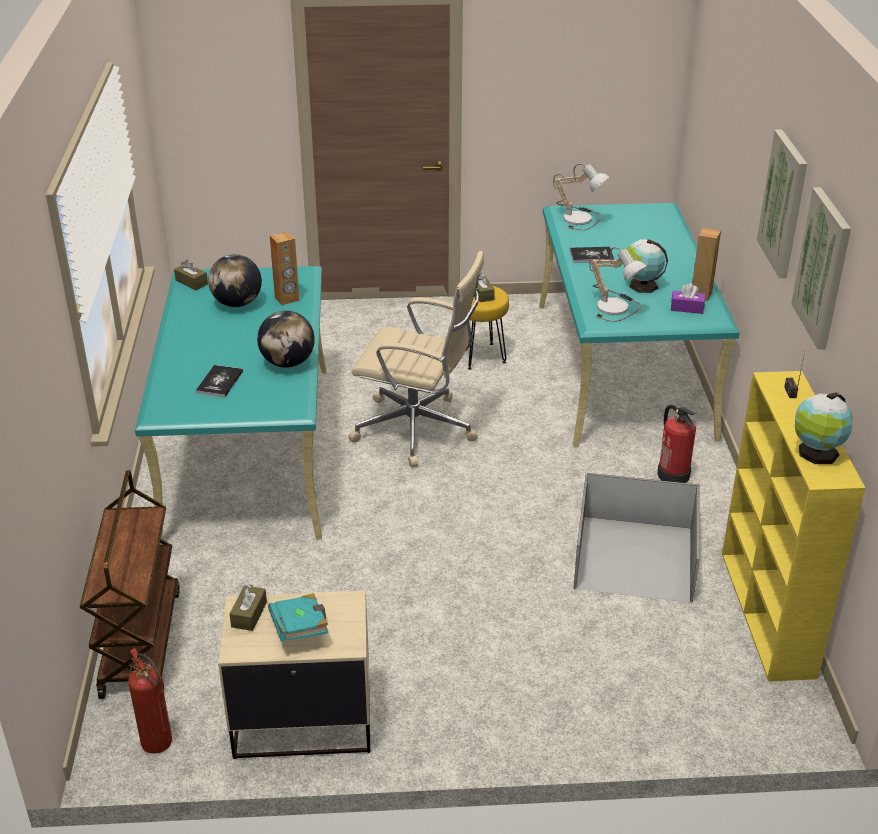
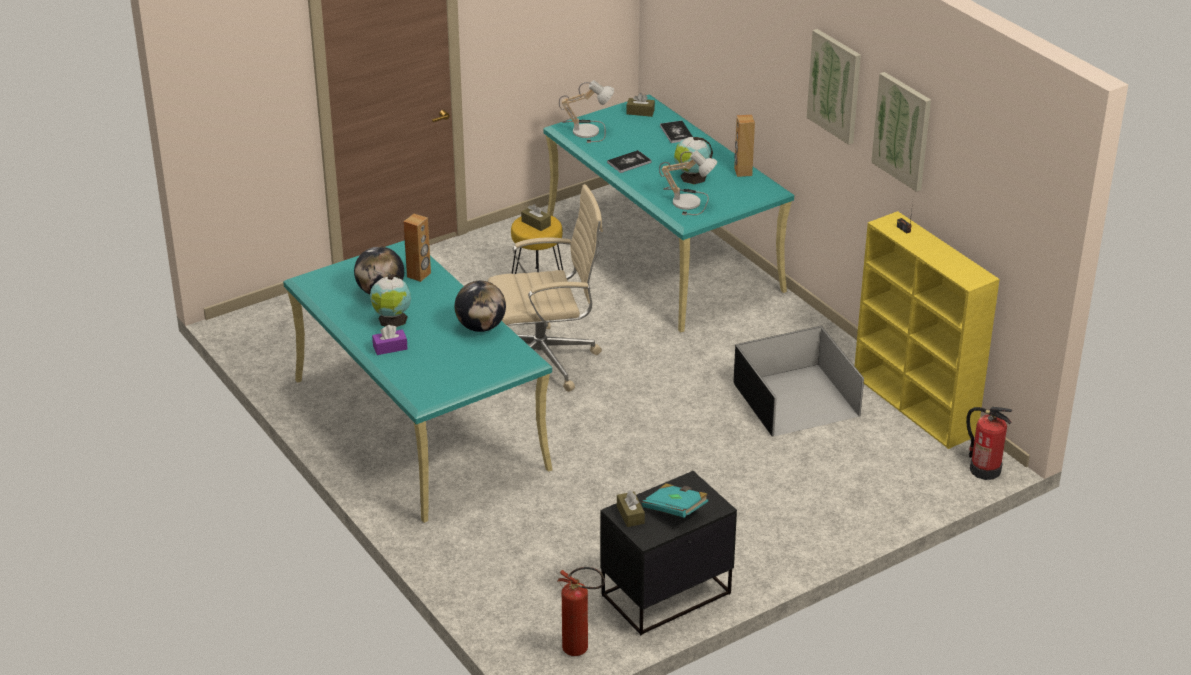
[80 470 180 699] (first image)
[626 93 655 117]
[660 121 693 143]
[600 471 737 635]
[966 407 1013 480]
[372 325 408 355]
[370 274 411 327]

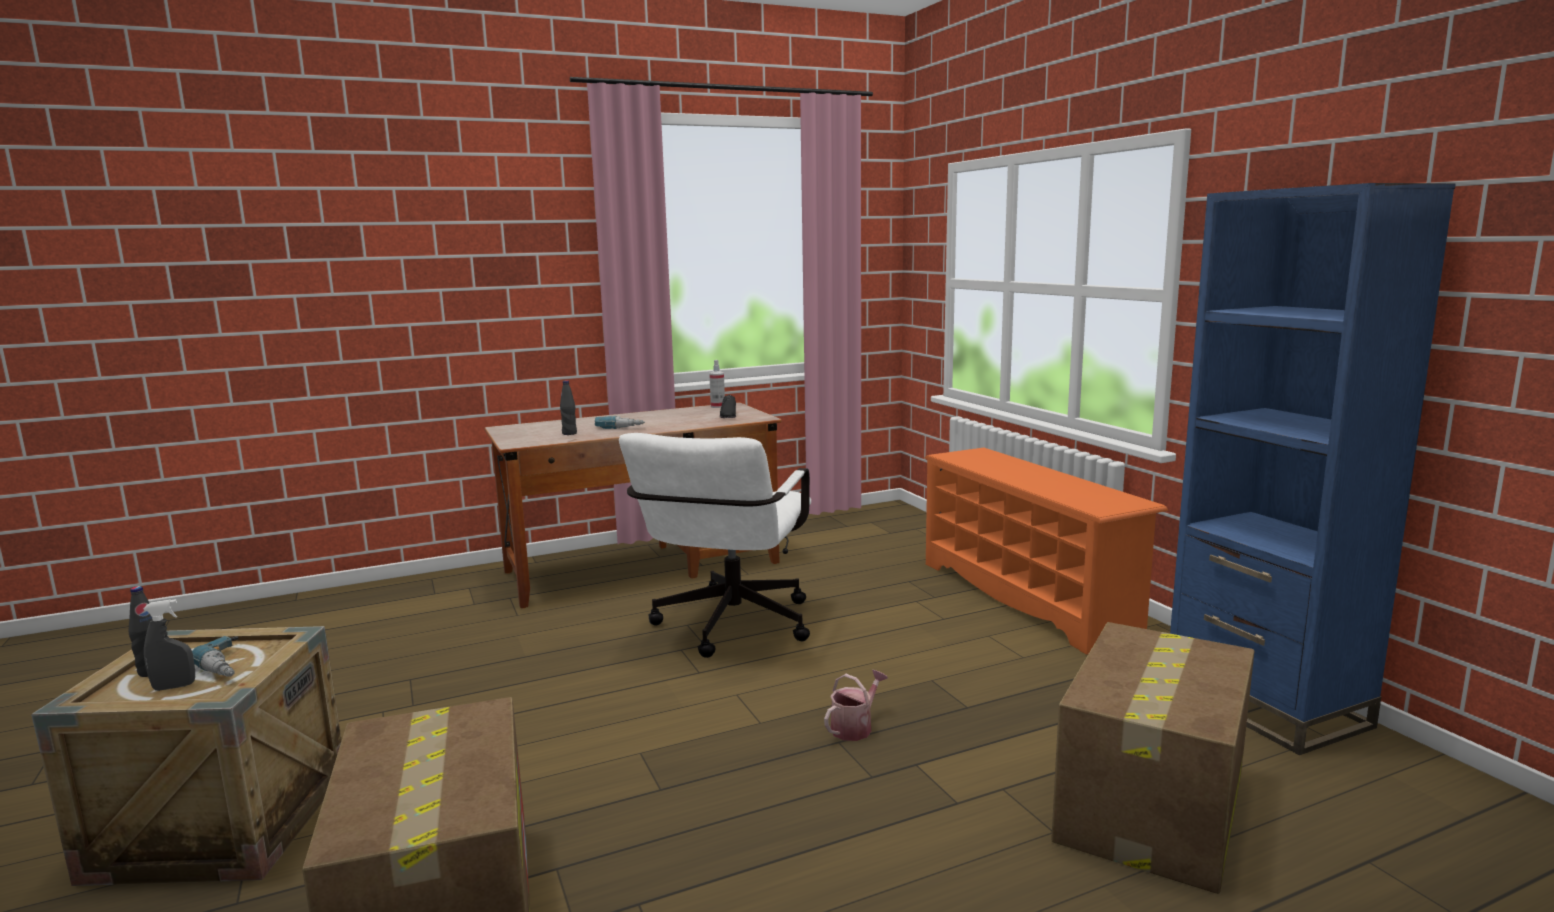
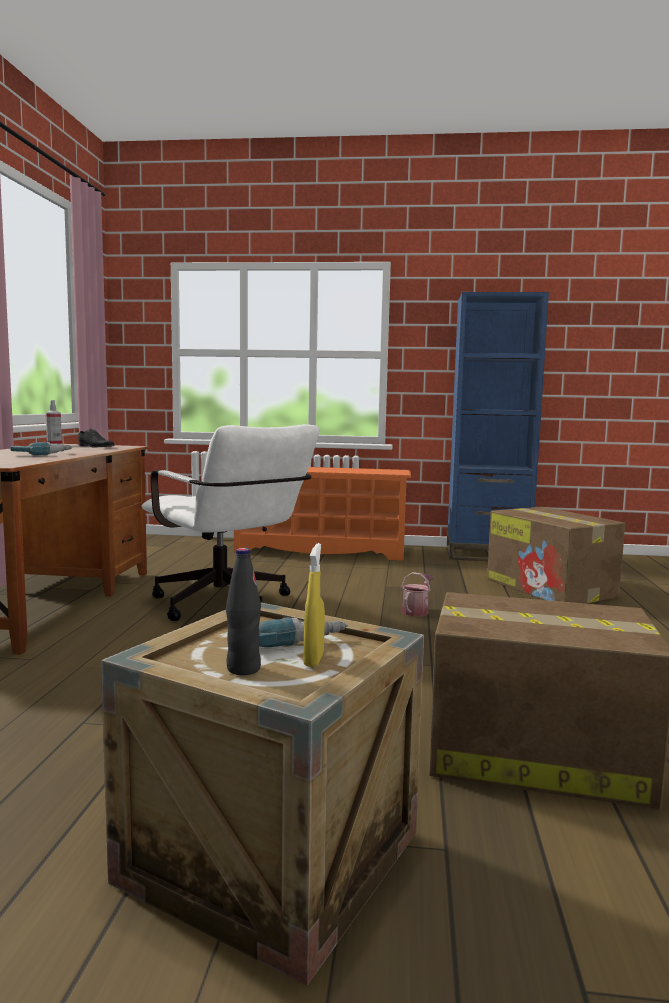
[303 543 325 667]
[560 381 577 435] (first image)
[402 572 433 616]

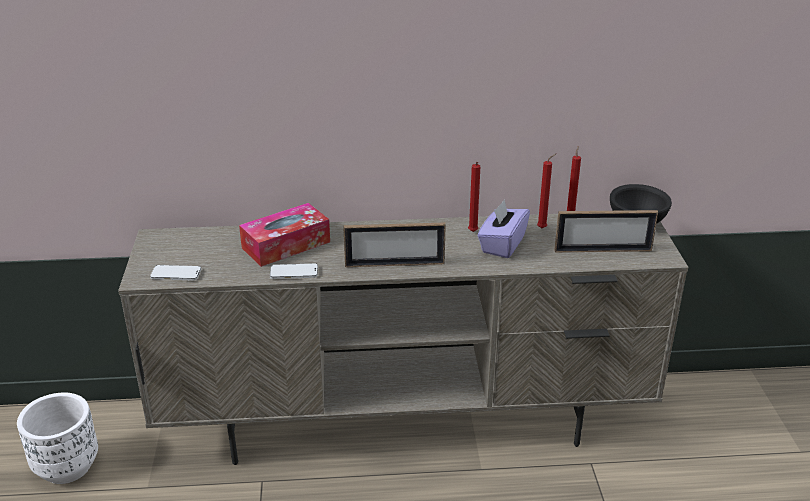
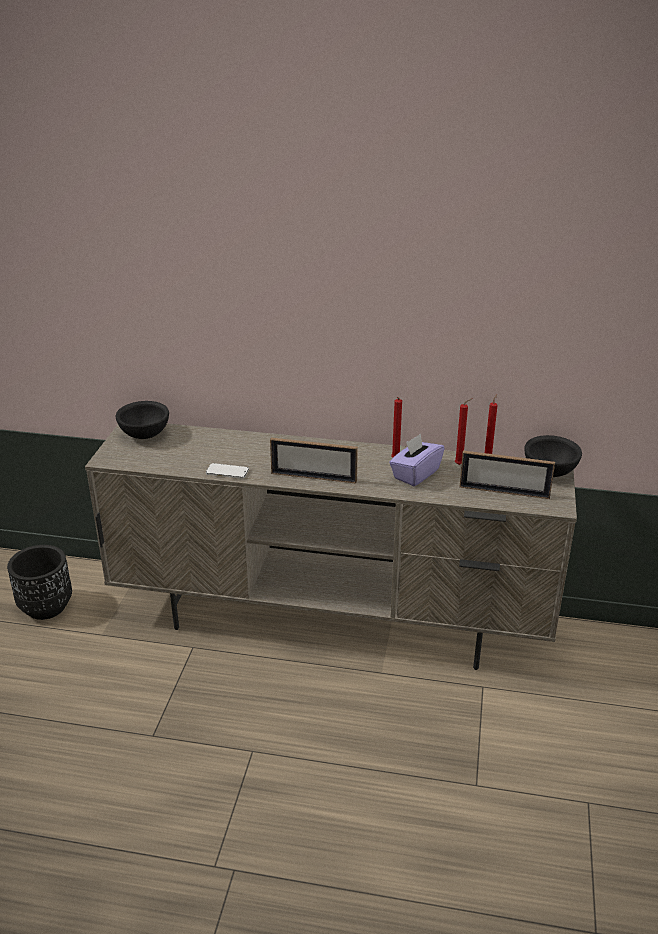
[7 545 72 620]
[150 265 201 280] (first image)
[239 203 330 267] (first image)
[116 401 169 439]

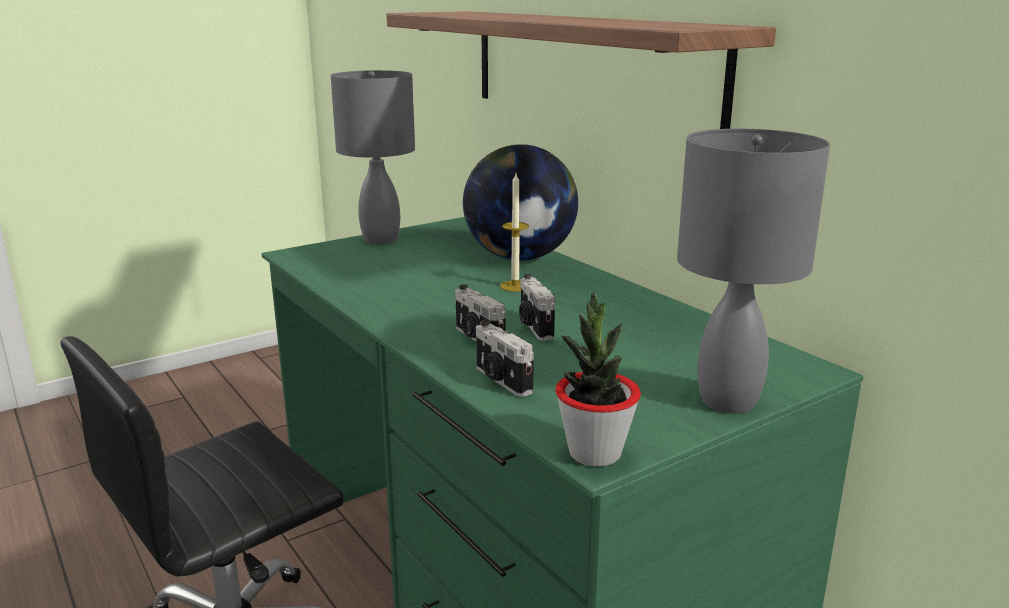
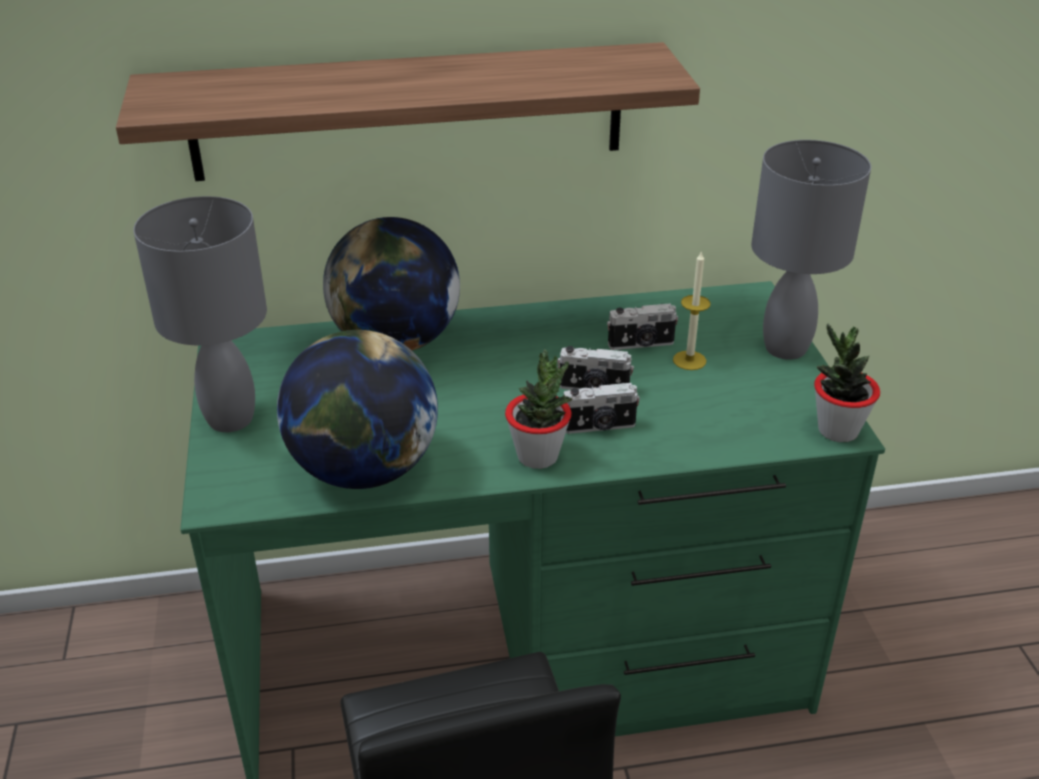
[607 303 678 350]
[673 250 711 370]
[277 330 438 489]
[505 349 572 469]

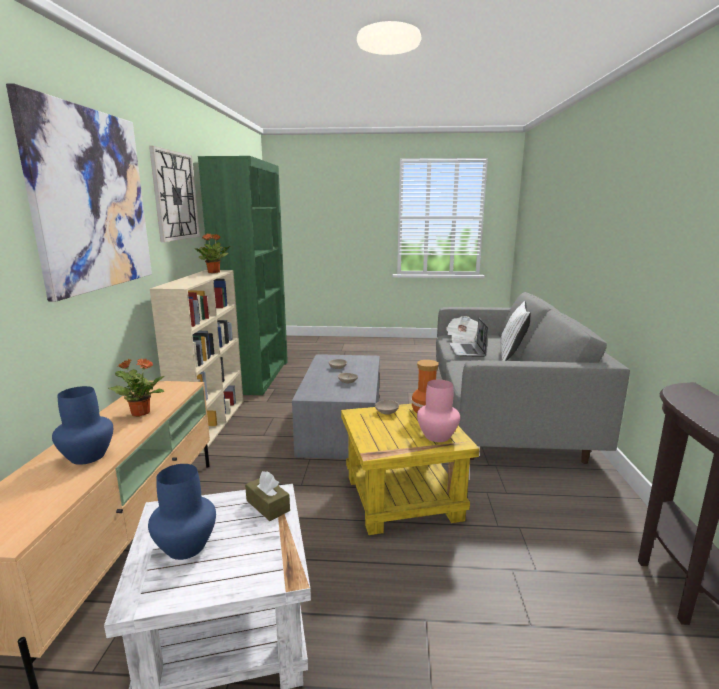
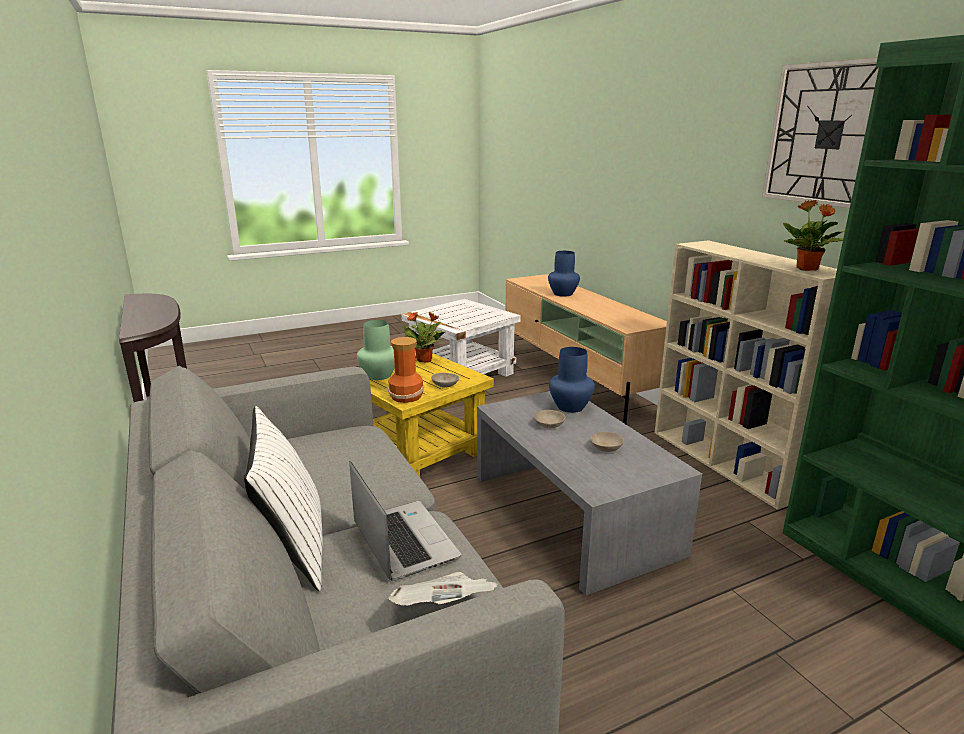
[6 83 152 302] (first image)
[402 312 445 363]
[549 347 595 413]
[245 471 290 521] (first image)
[357 320 395 380]

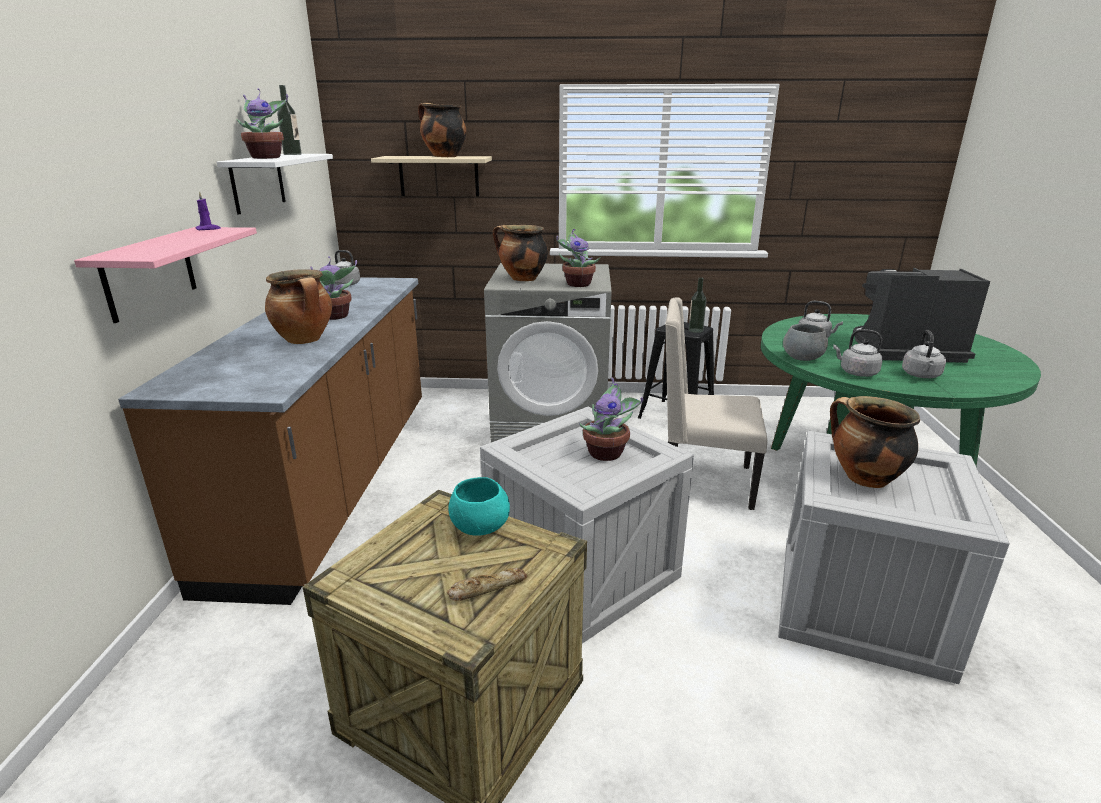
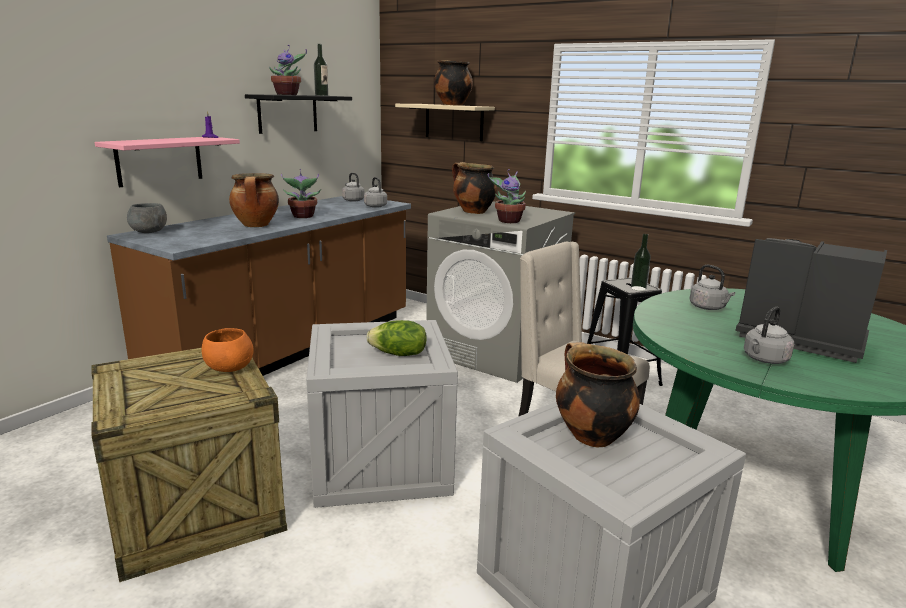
[245 94 352 134]
[447 568 527 601] (first image)
[201 328 254 372]
[367 320 427 356]
[127 203 167 233]
[364 177 387 208]

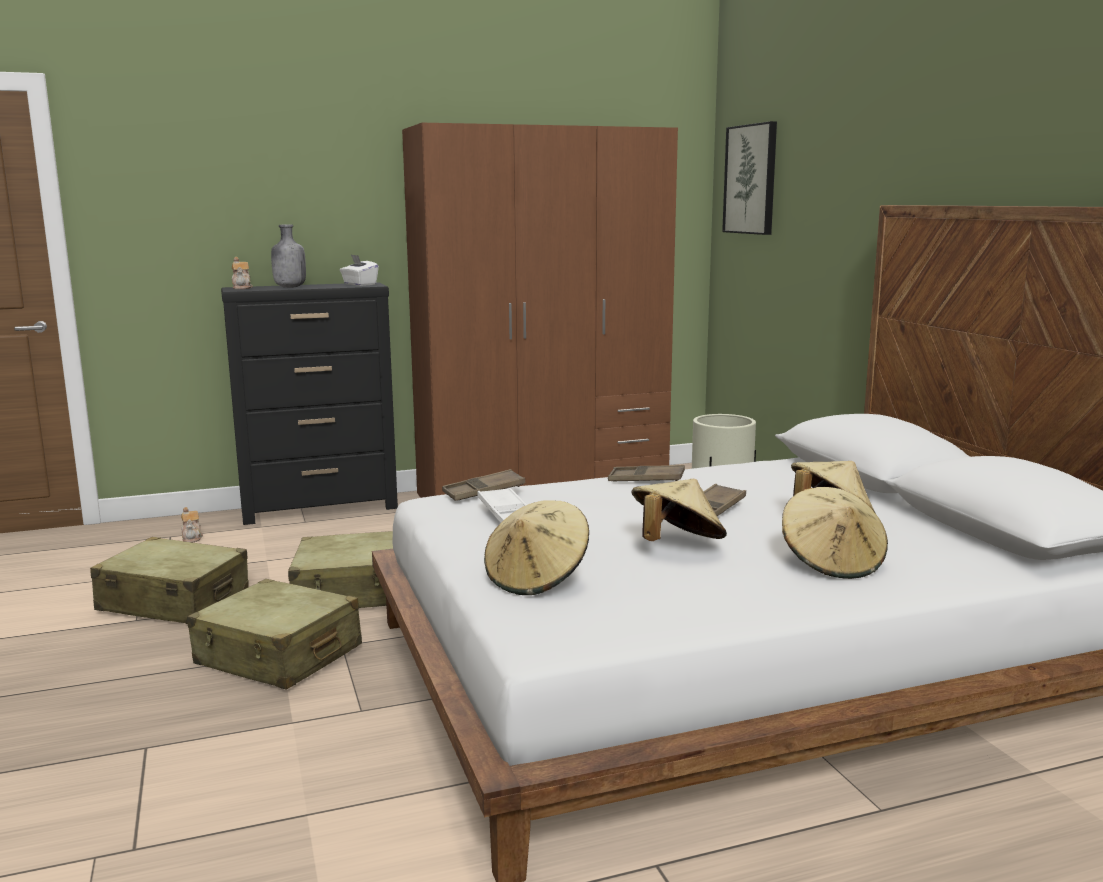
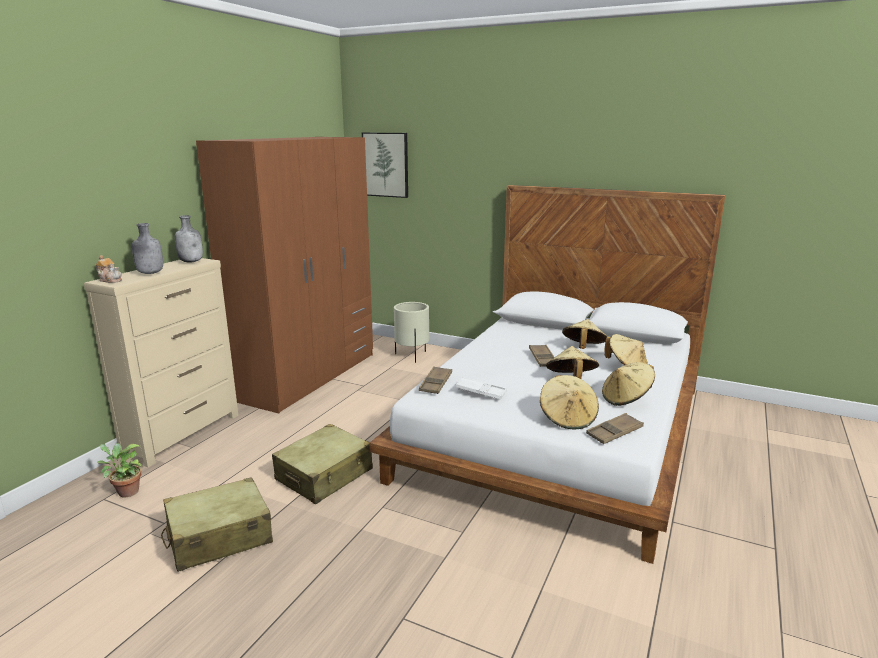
[97 443 142 497]
[187 579 362 690] (first image)
[84 258 238 467]
[175 215 203 263]
[586 413 644 444]
[602 362 655 406]

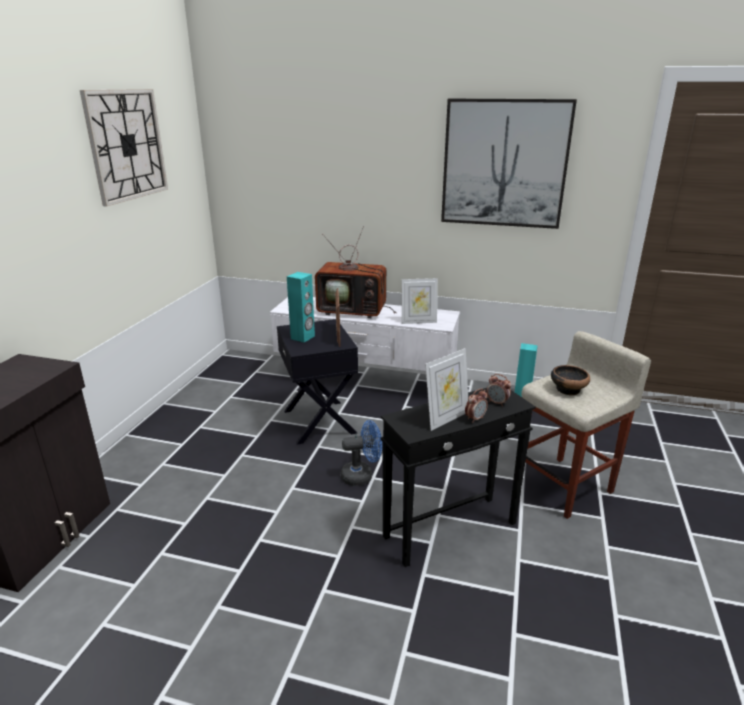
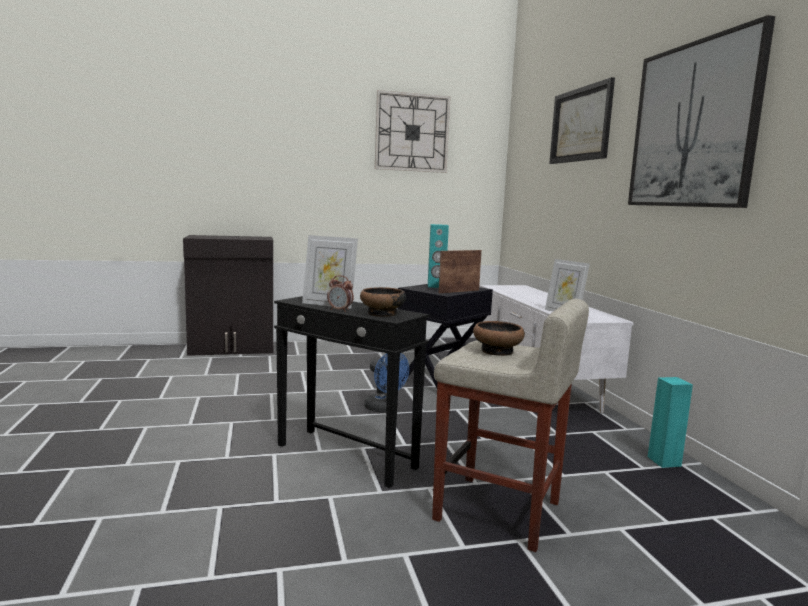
[315 226 397 318] (first image)
[360 287 406 317]
[549 77 615 164]

